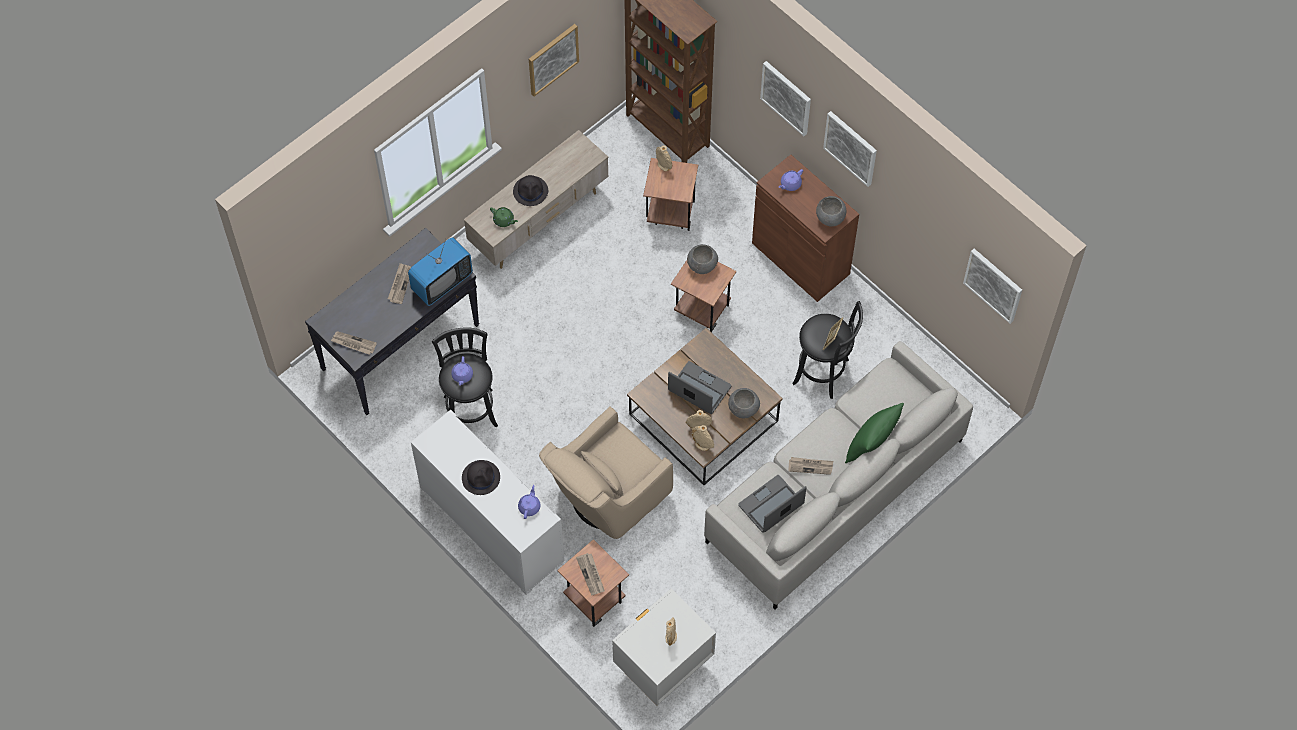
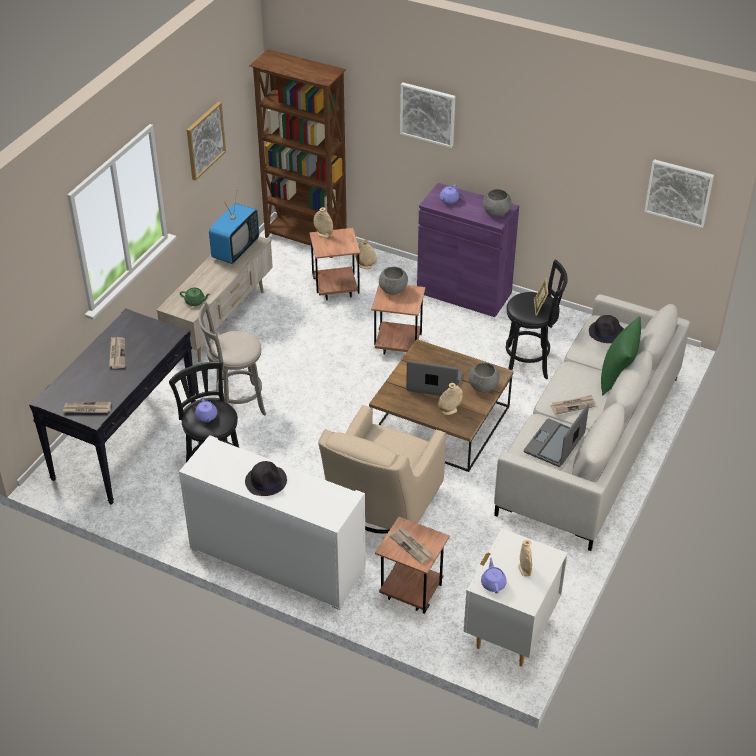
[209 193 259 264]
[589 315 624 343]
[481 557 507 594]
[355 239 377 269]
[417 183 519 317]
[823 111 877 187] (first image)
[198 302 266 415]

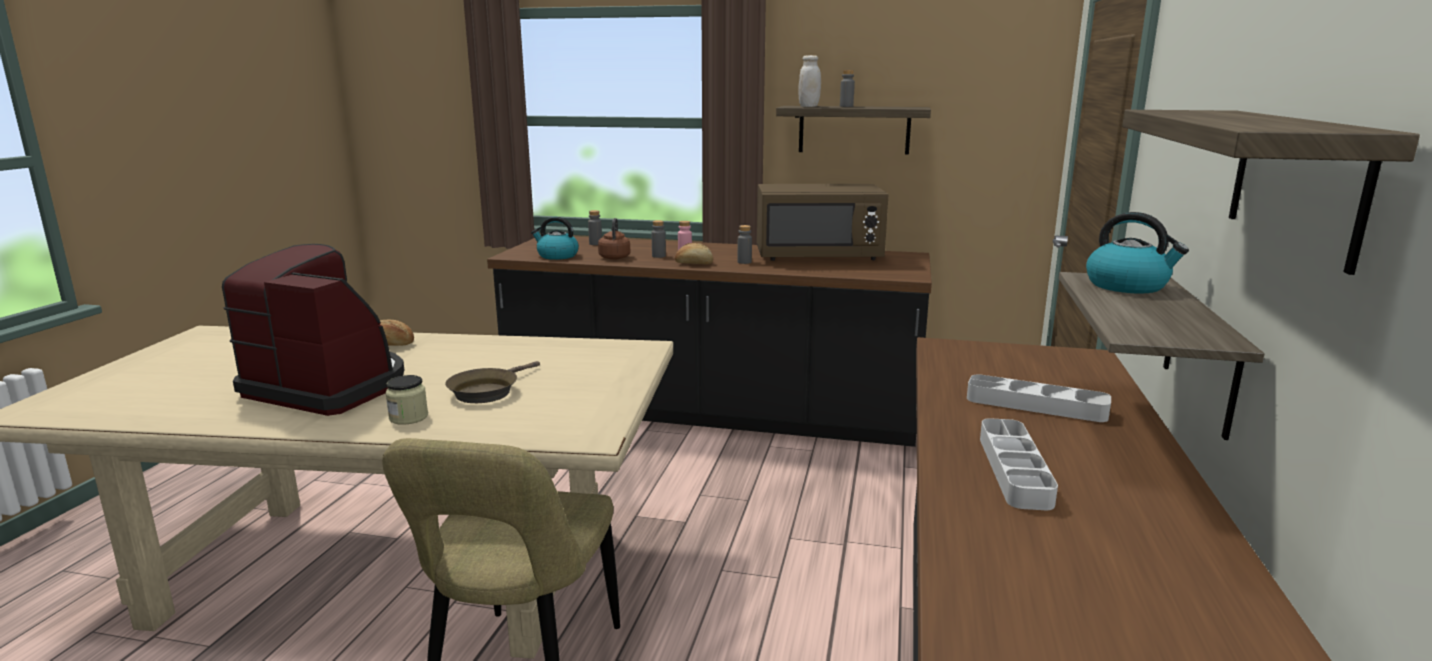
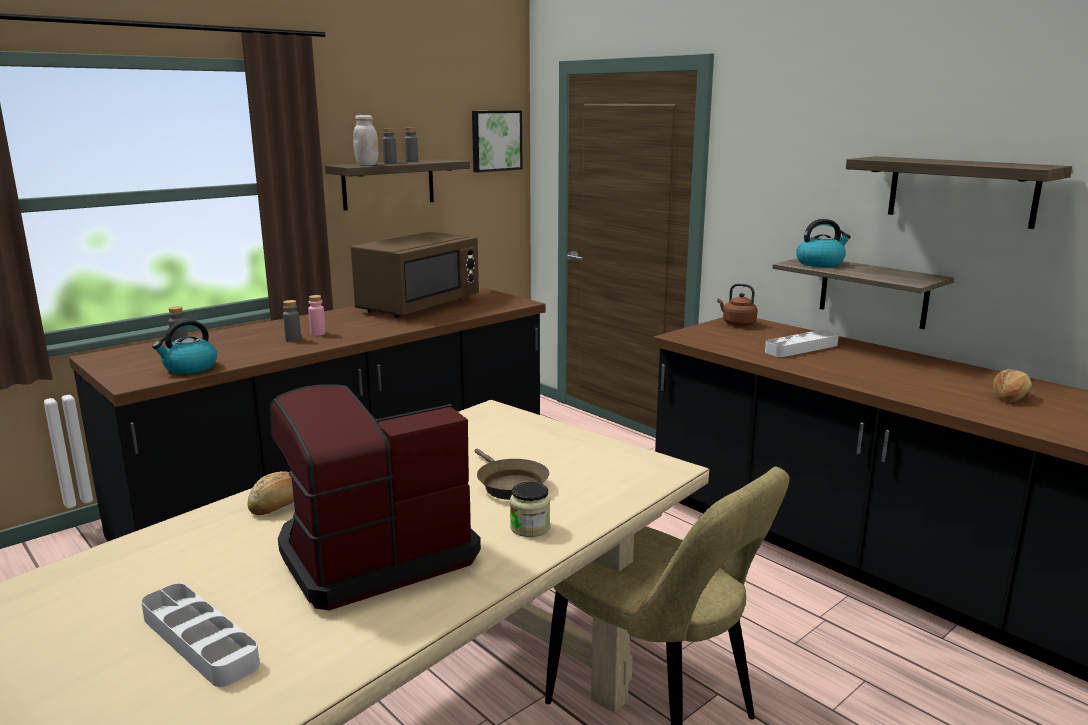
[717 284 757 326]
[993 369 1032 402]
[404 127 418 162]
[141 583 260 687]
[472 110 522 172]

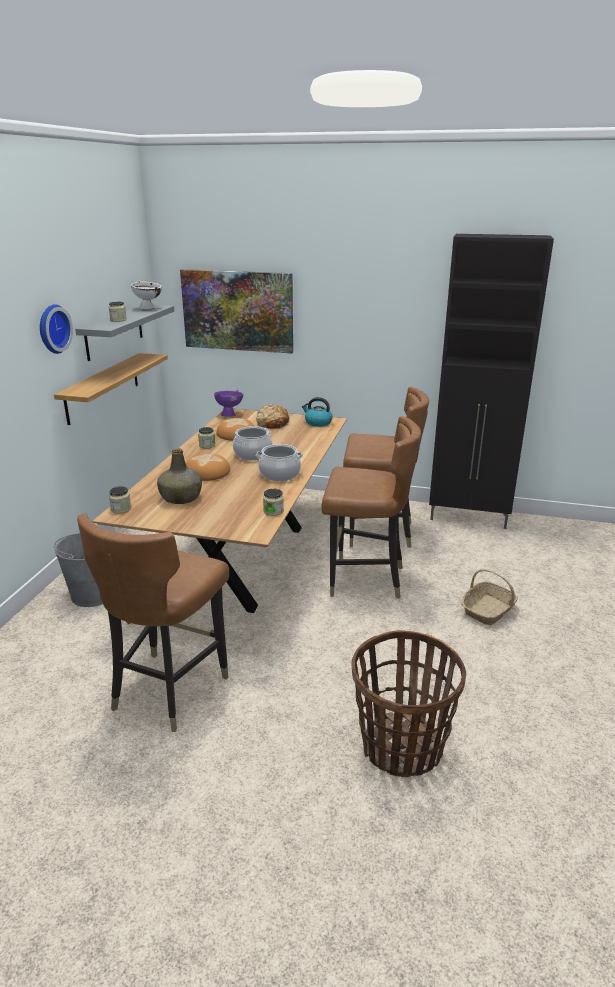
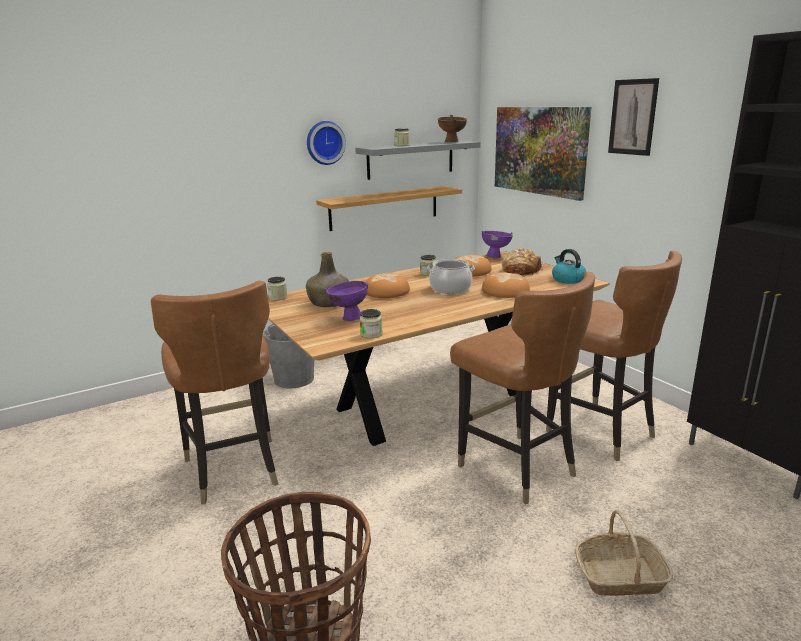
[151 281 278 504]
[438 115 467 142]
[256 444 303 481] (first image)
[325 281 368 321]
[482 272 530 298]
[608 78 659 156]

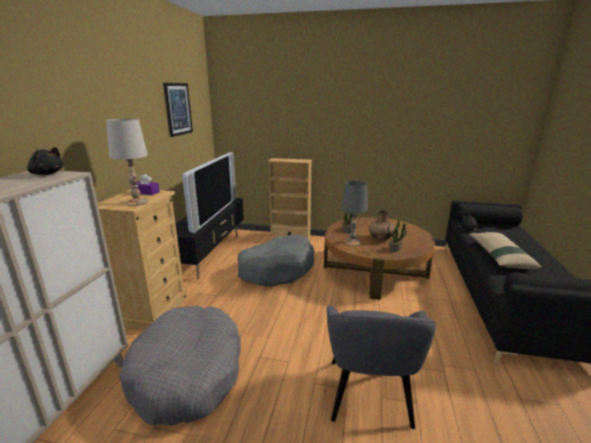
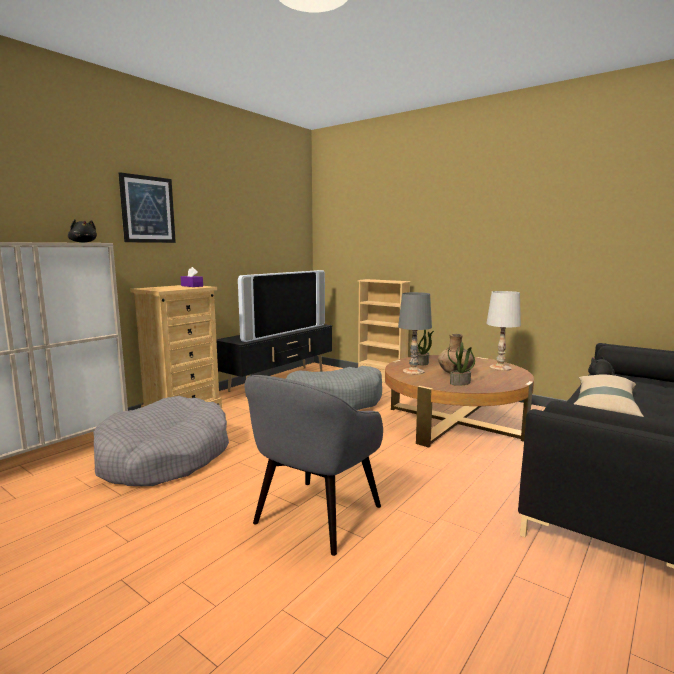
[486 291 521 371]
[119 172 176 243]

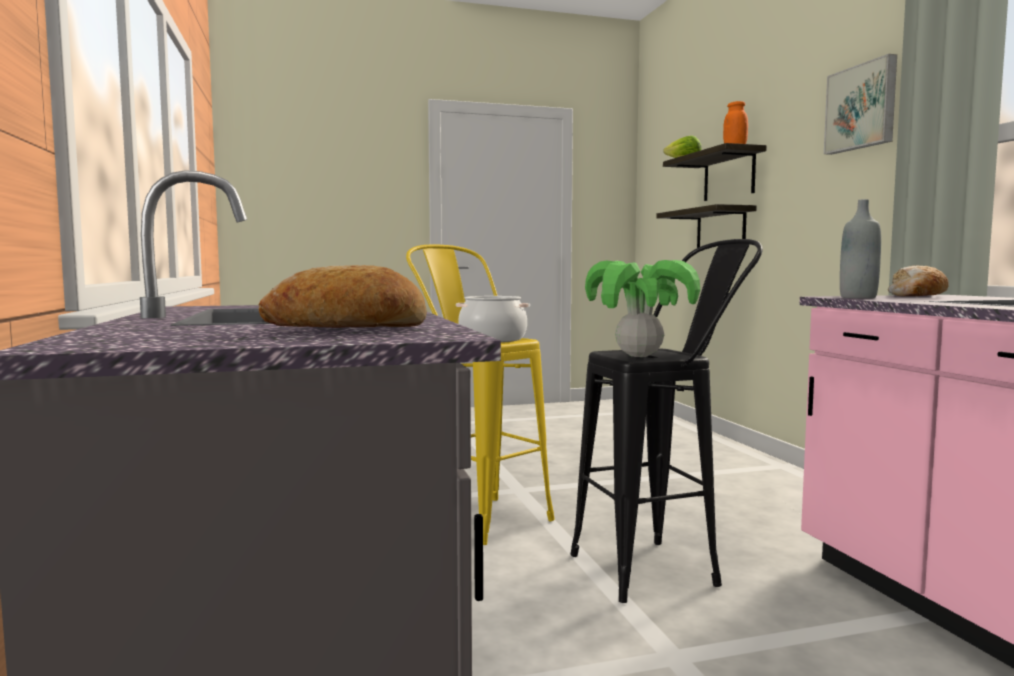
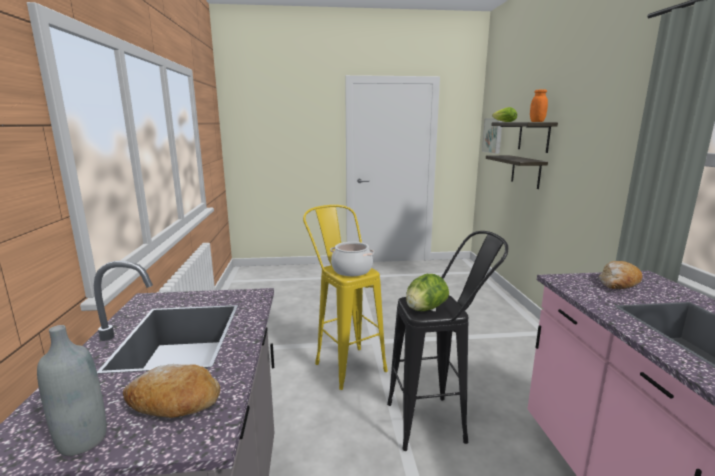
[406 274 449 311]
[482 118 503 154]
[37 325 107 456]

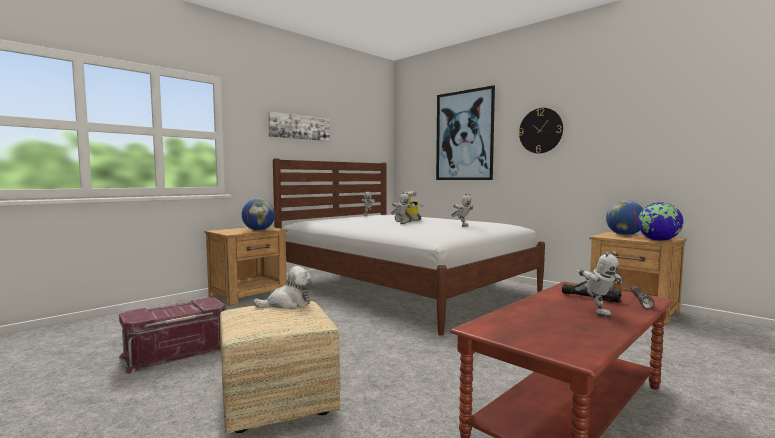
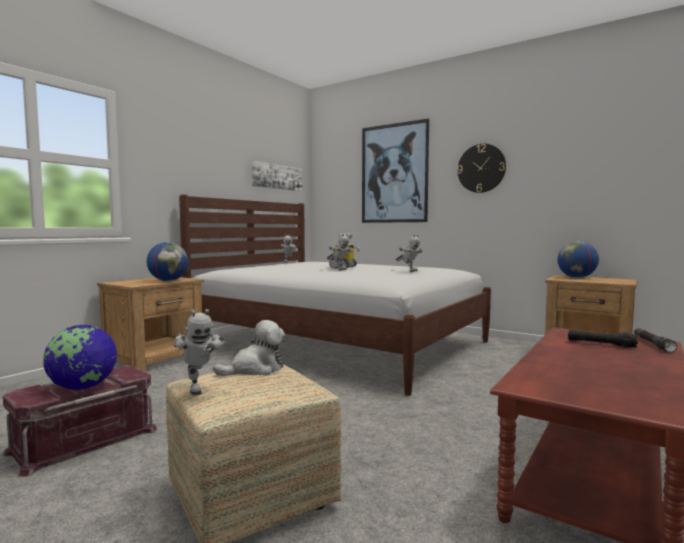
[252 161 302 191]
[174 309 225 395]
[43 325 117 390]

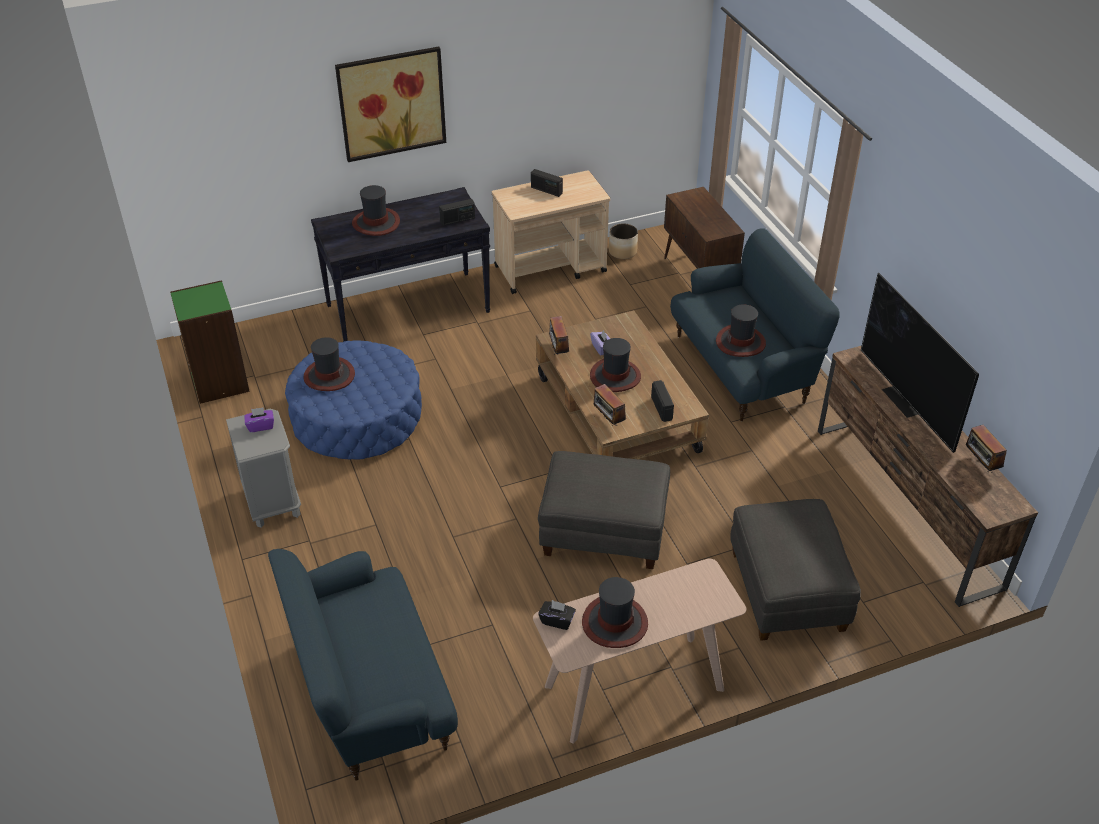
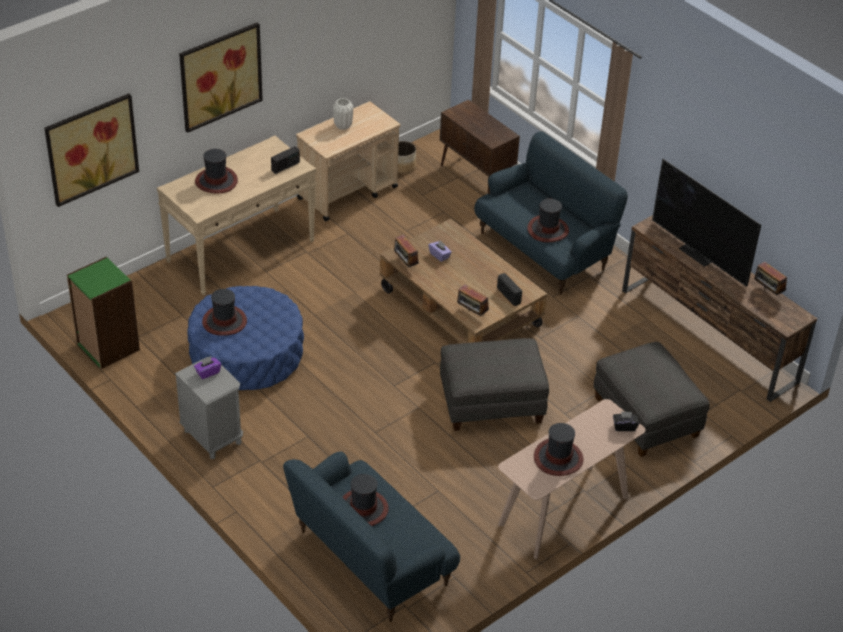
[157 135 316 295]
[333 98 353 130]
[613 411 639 431]
[342 474 389 526]
[44 93 139 207]

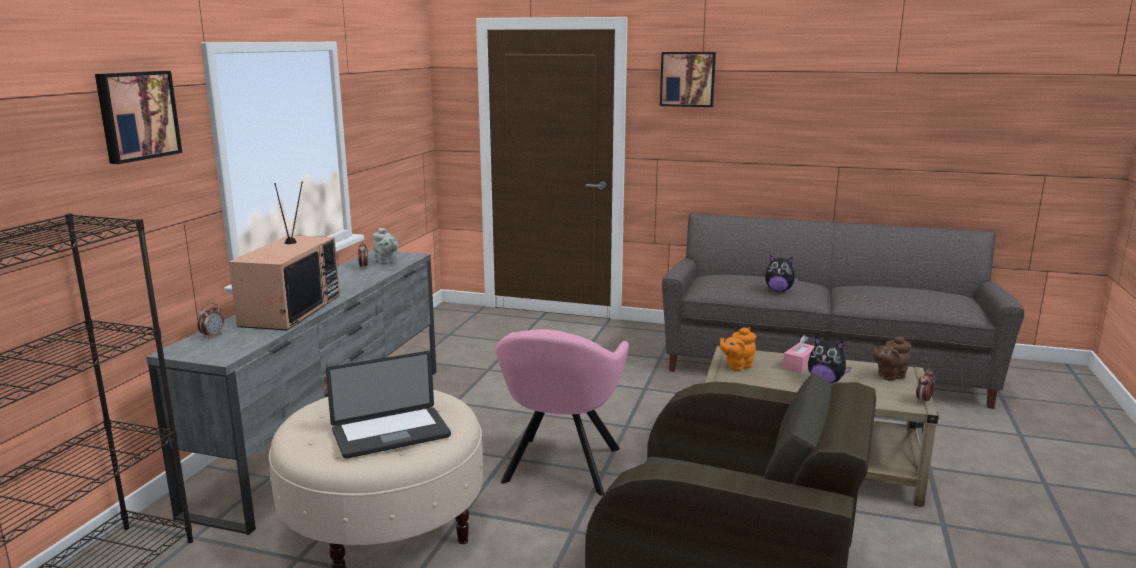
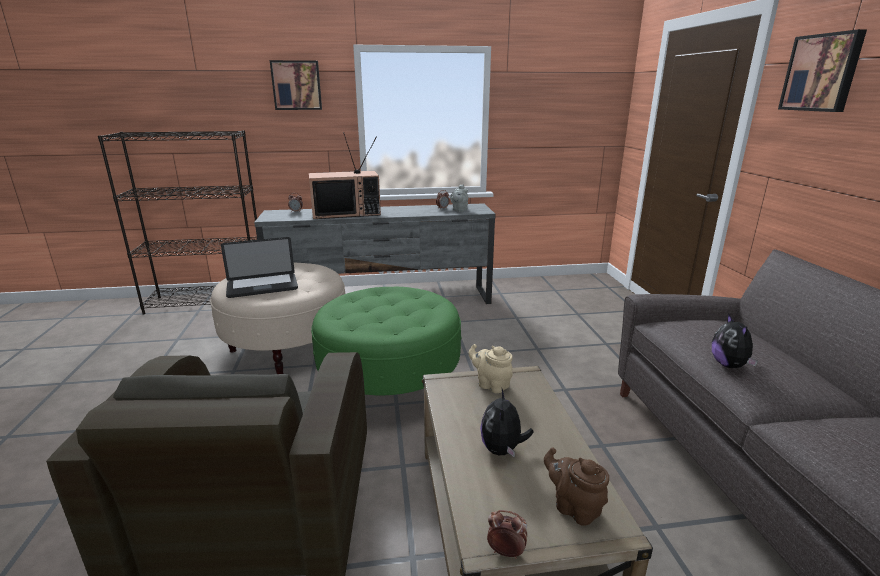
[221 237 298 298]
[311 287 462 395]
[468 344 513 393]
[783 335 815 373] (first image)

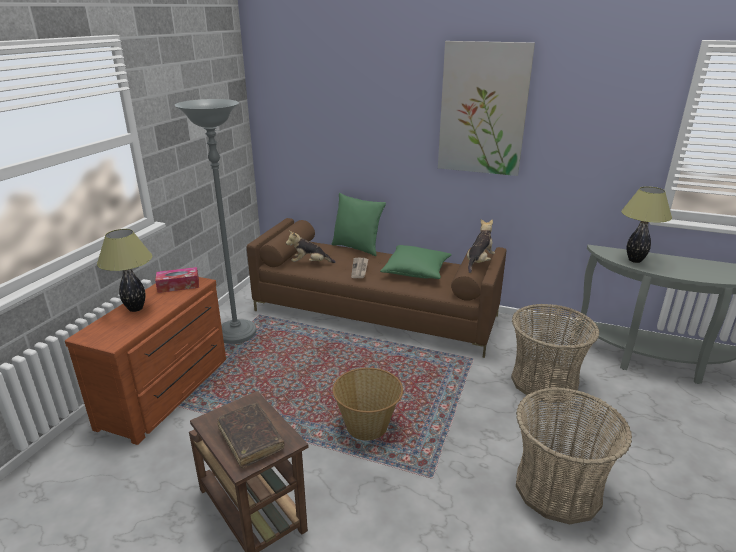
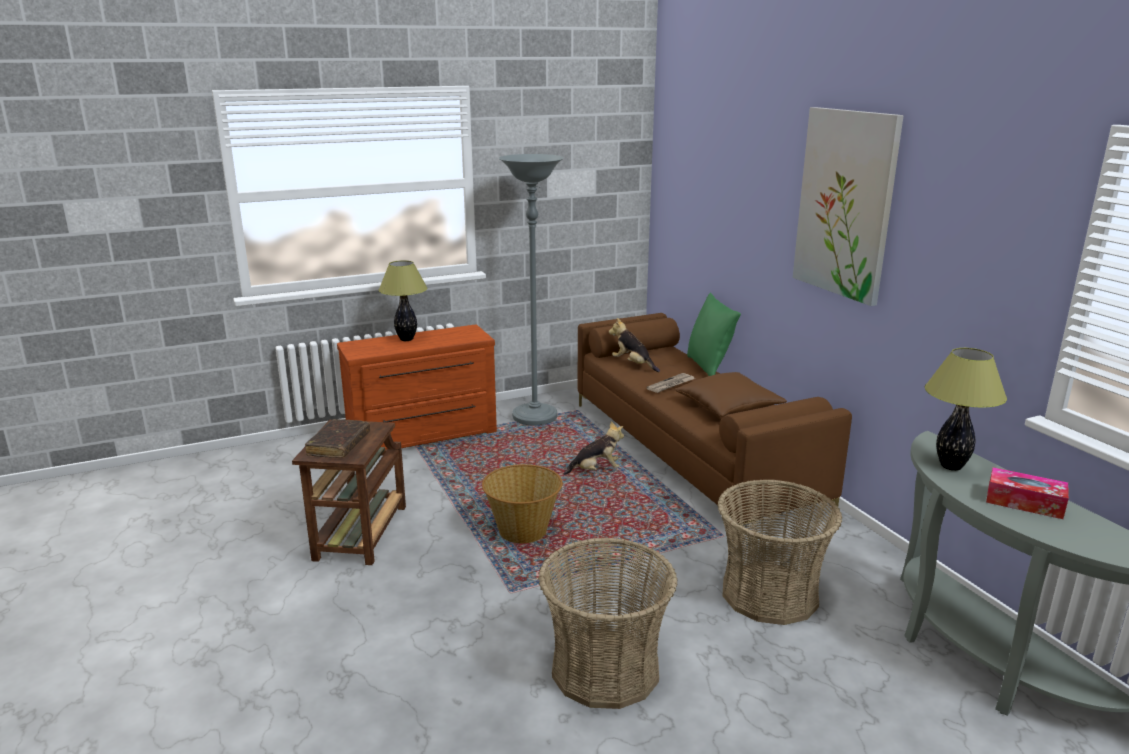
[986 467 1069 519]
[675 372 787 417]
[564 421 624 475]

